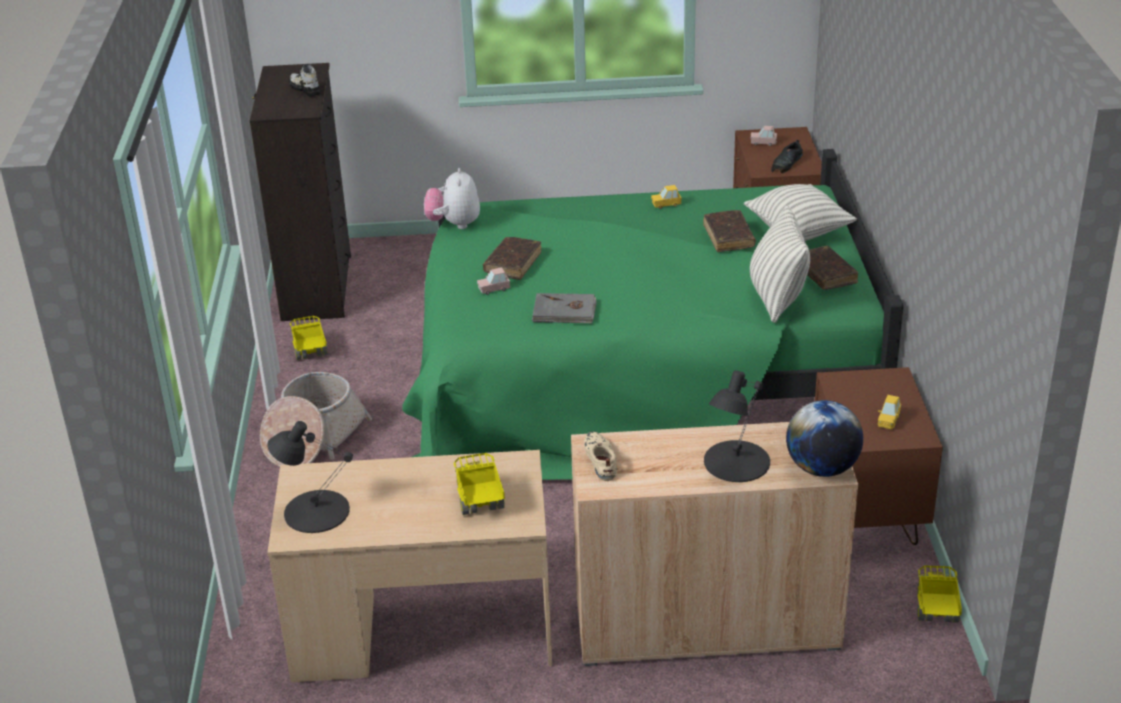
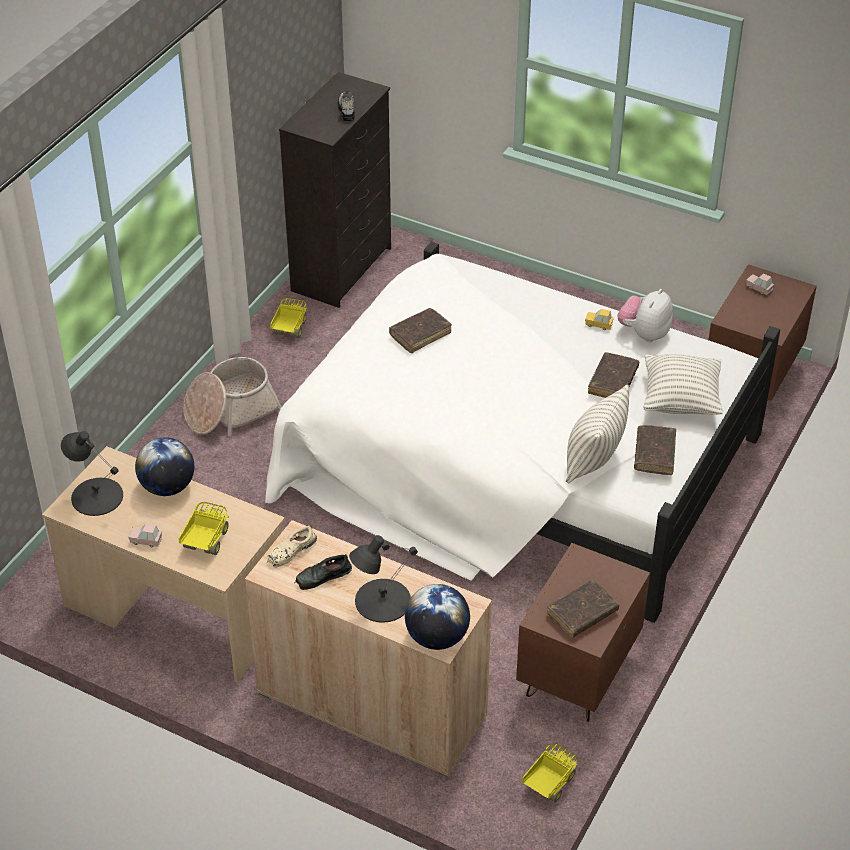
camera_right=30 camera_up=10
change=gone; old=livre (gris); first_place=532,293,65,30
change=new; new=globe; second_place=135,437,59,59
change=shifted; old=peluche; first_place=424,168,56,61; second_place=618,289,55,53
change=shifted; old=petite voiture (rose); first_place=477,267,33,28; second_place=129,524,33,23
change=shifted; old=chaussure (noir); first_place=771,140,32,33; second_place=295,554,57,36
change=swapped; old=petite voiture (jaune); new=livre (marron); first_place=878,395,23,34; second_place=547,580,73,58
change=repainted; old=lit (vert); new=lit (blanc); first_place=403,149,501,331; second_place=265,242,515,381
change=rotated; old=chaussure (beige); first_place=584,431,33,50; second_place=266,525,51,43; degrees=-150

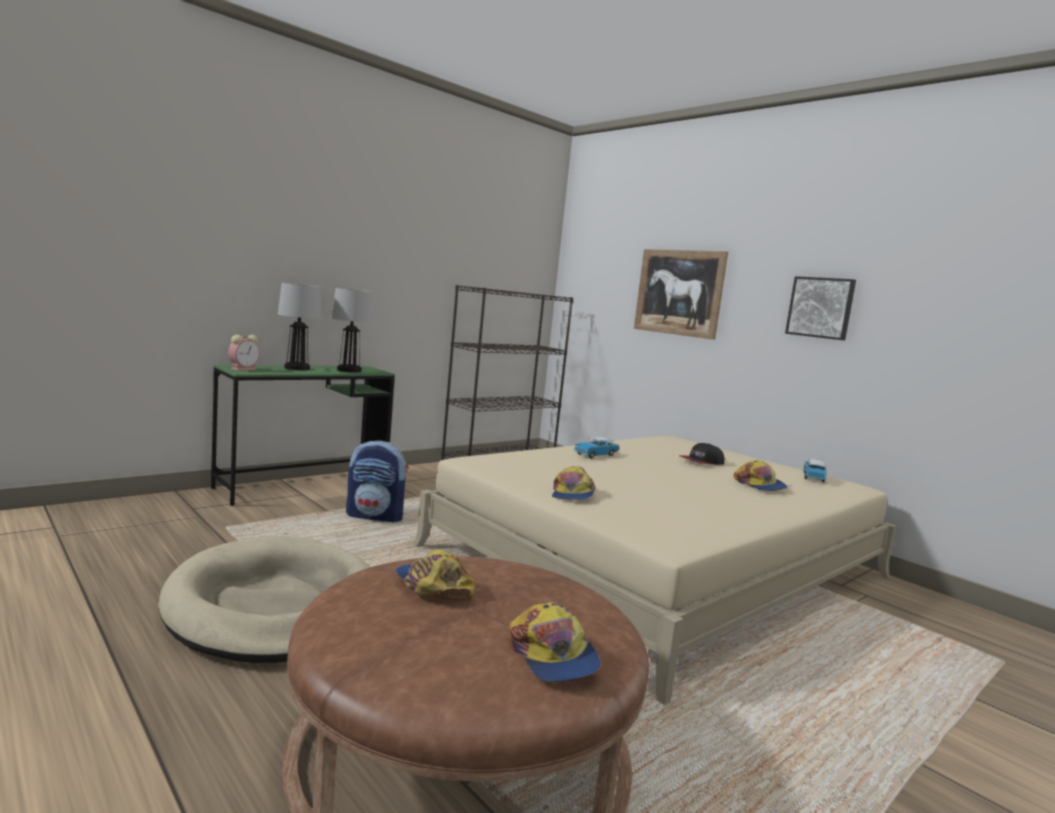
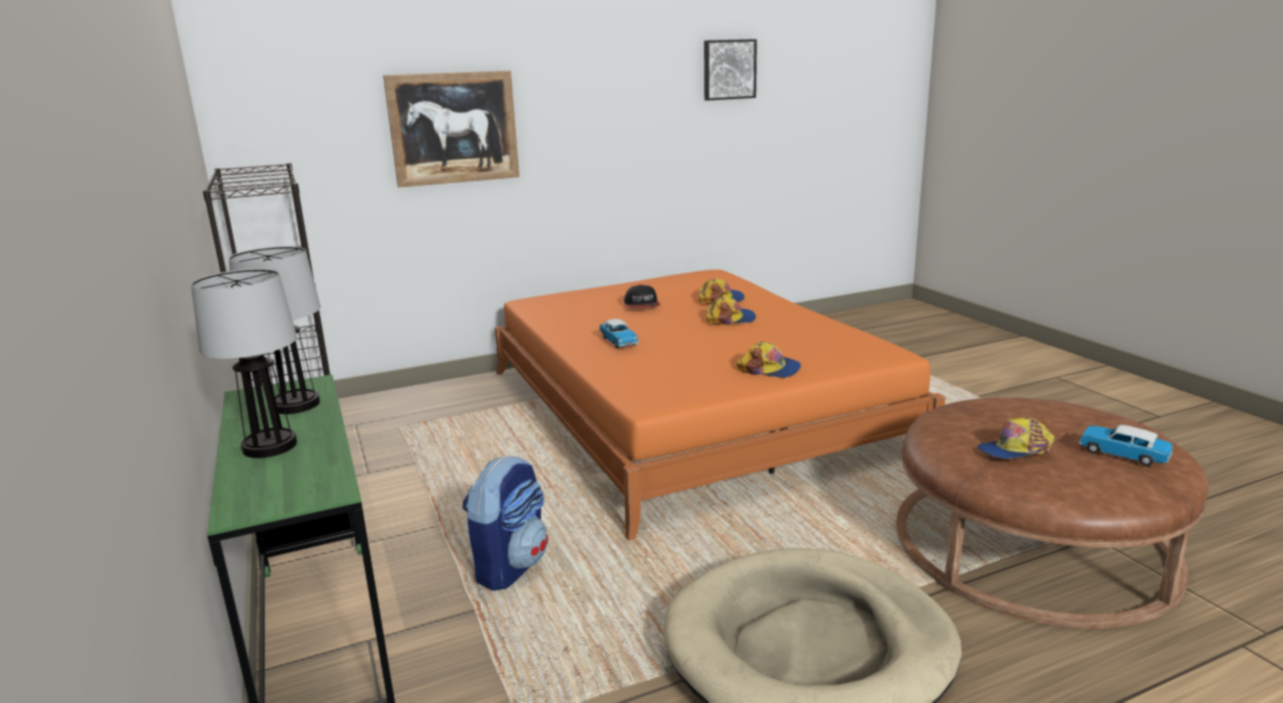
camera_right=-70 camera_up=10
change=gone; old=réveil; first_place=228,335,32,36
change=shifted; old=casquette; first_place=509,602,92,80; second_place=706,297,50,28
change=shifted; old=tableau; first_place=785,276,71,64; second_place=704,39,53,62
change=shifted; old=petite voiture; first_place=803,459,24,23; second_place=1079,424,94,42
change=repainted; old=lit (beige); new=lit (orange); first_place=413,436,483,269; second_place=495,270,451,271

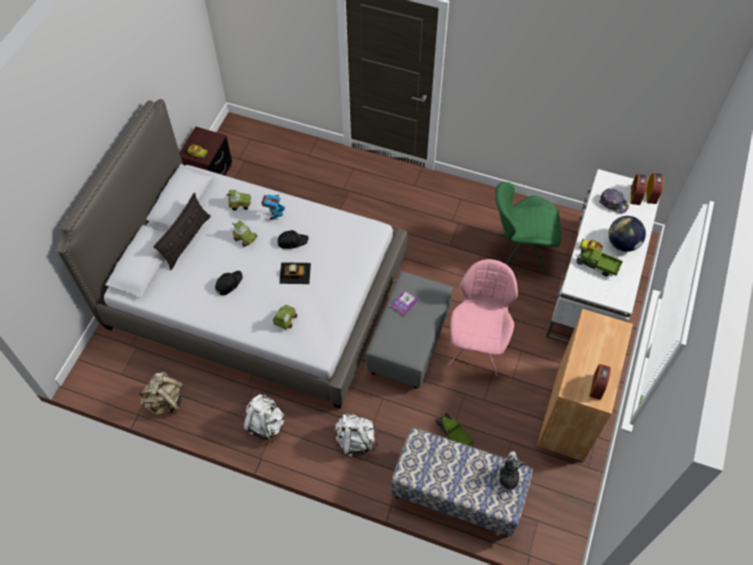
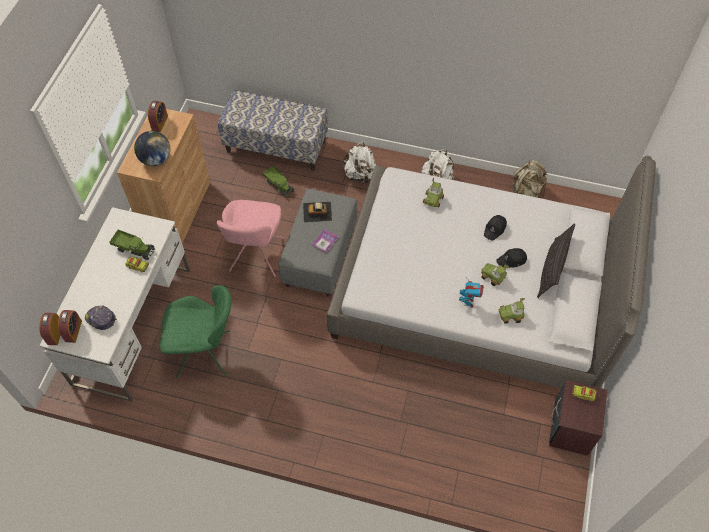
camera_right=175 camera_up=0
change=gone; old=peluche; first_place=496,451,29,42
change=shifted; old=casquette (noir); first_place=278,230,31,19; second_place=496,248,31,20
change=shifted; old=petite voiture; first_place=279,262,32,22; second_place=303,202,29,20
change=shifted; old=globe; first_place=609,216,37,36; second_place=134,131,36,35

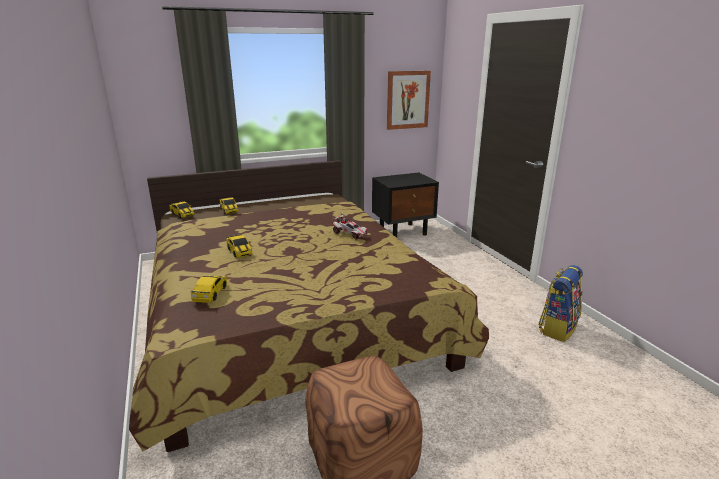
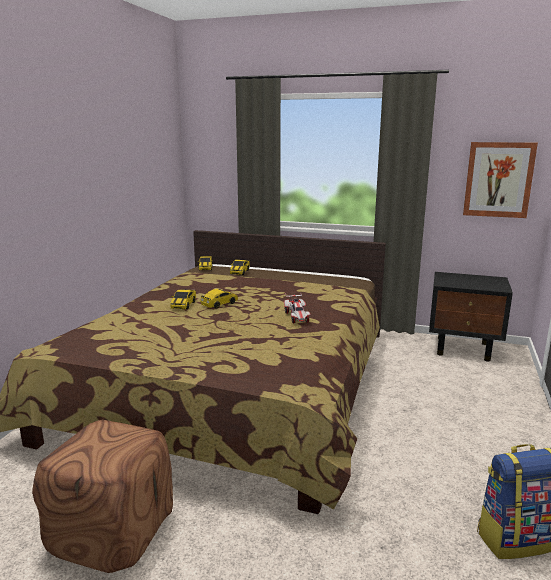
camera_right=40 camera_up=-5
change=shifted; old=petite voiture; first_place=191,276,36,27; second_place=200,289,38,19

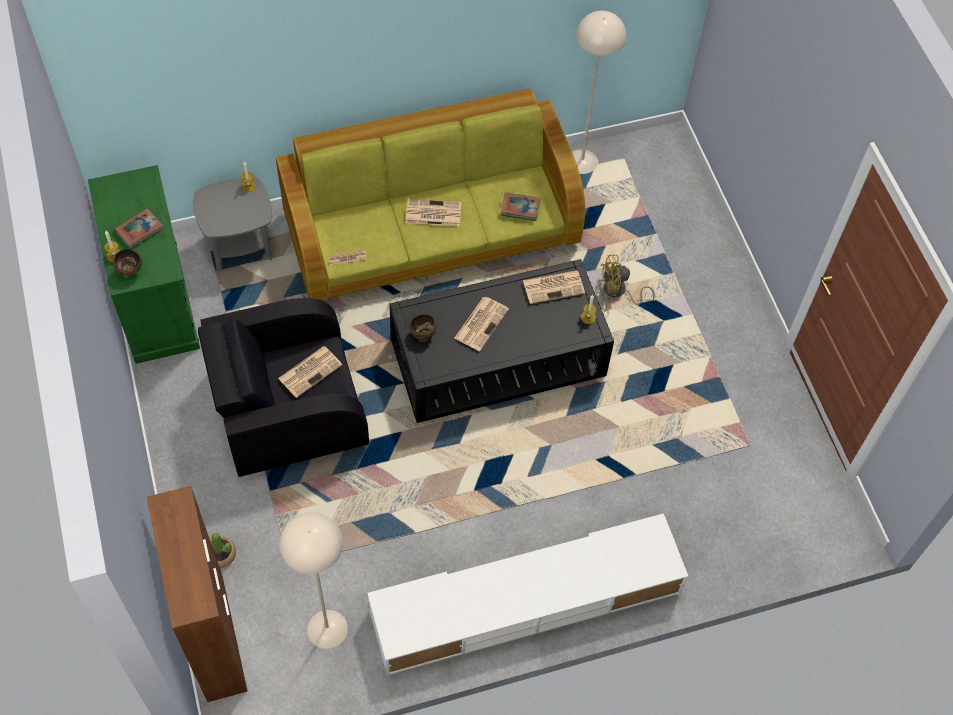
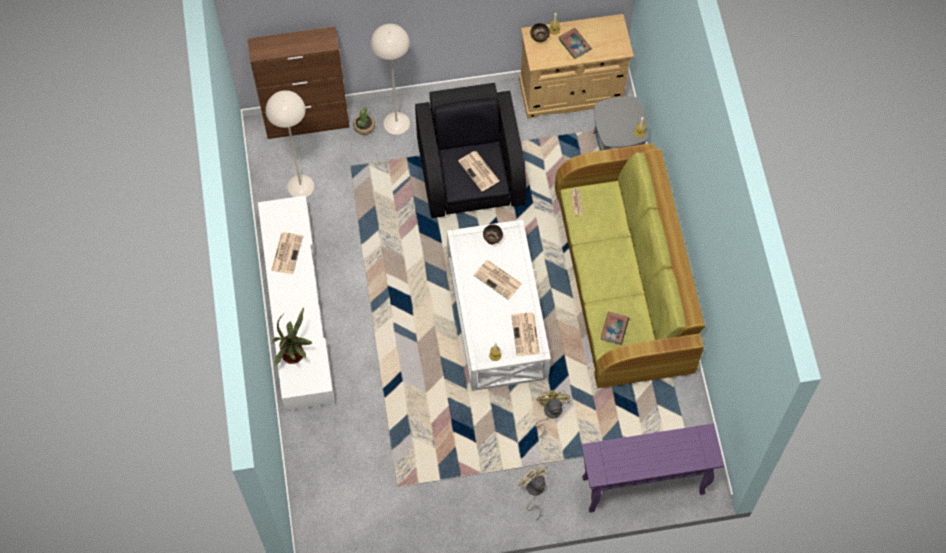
camera_right=100 camera_up=5
change=new; new=plante en pot; second_place=272,307,41,59
change=new; new=ventilateur (beige); second_place=518,465,30,55
change=new; new=table console (violet); second_place=581,423,143,90
change=shifted; old=journal; first_place=406,199,55,28; second_place=271,232,32,42
change=shifted; old=lampadaire (beige); first_place=572,11,55,163; second_place=371,24,39,111
change=repainted; old=meuble de rangement (vert); new=meuble de rangement (beige); first_place=88,165,112,199; second_place=519,14,115,105
change=repainted; old=table basse (noir); new=table basse (blanc); first_place=389,259,225,164; second_place=447,219,104,172

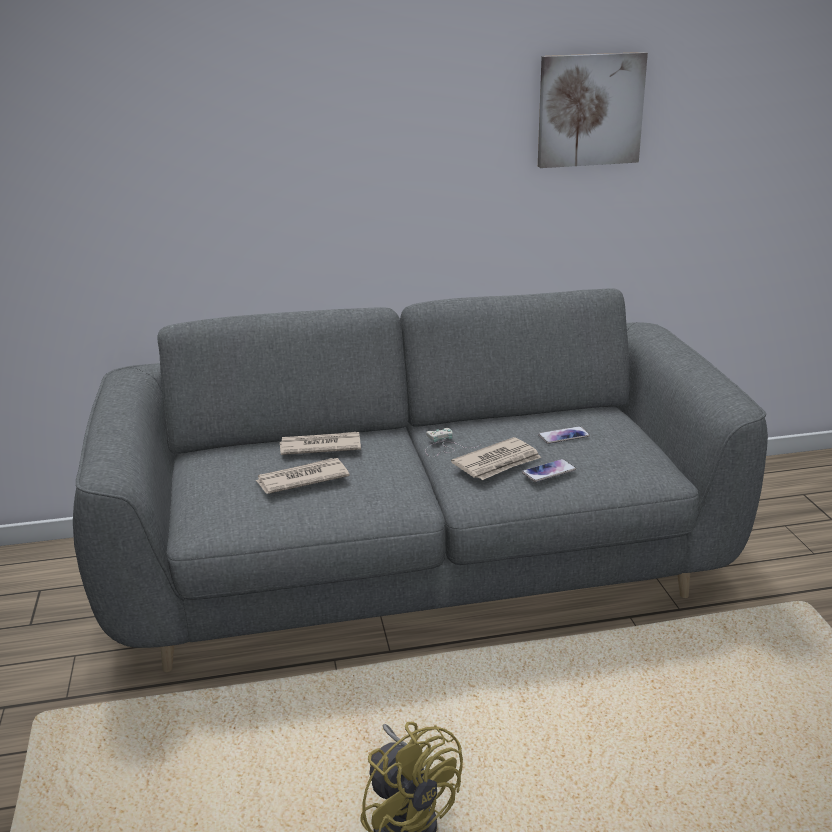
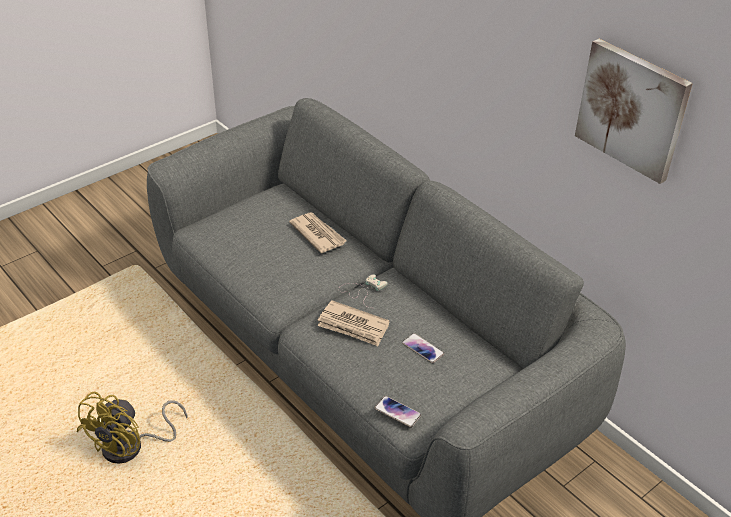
camera_right=60 camera_up=15
change=gone; old=journal; first_place=255,458,95,36
change=shifted; old=téléphone; first_place=522,459,54,23; second_place=374,396,47,32

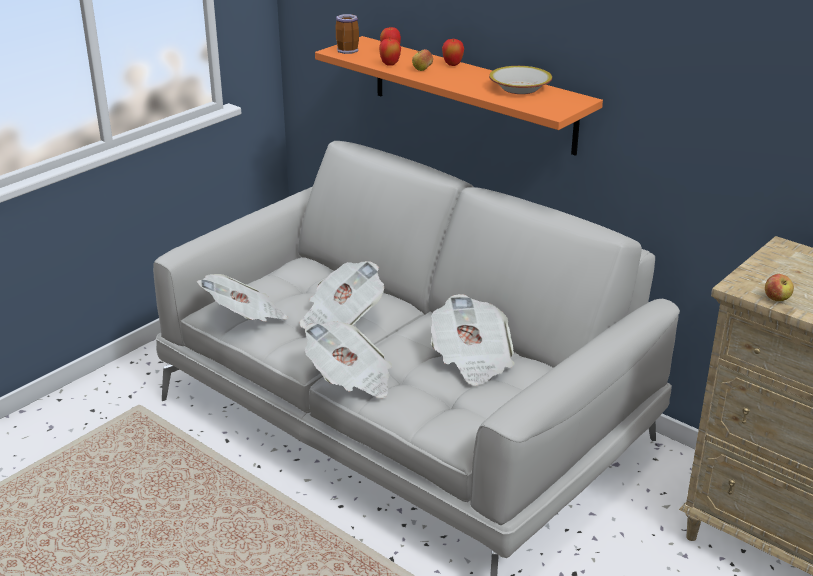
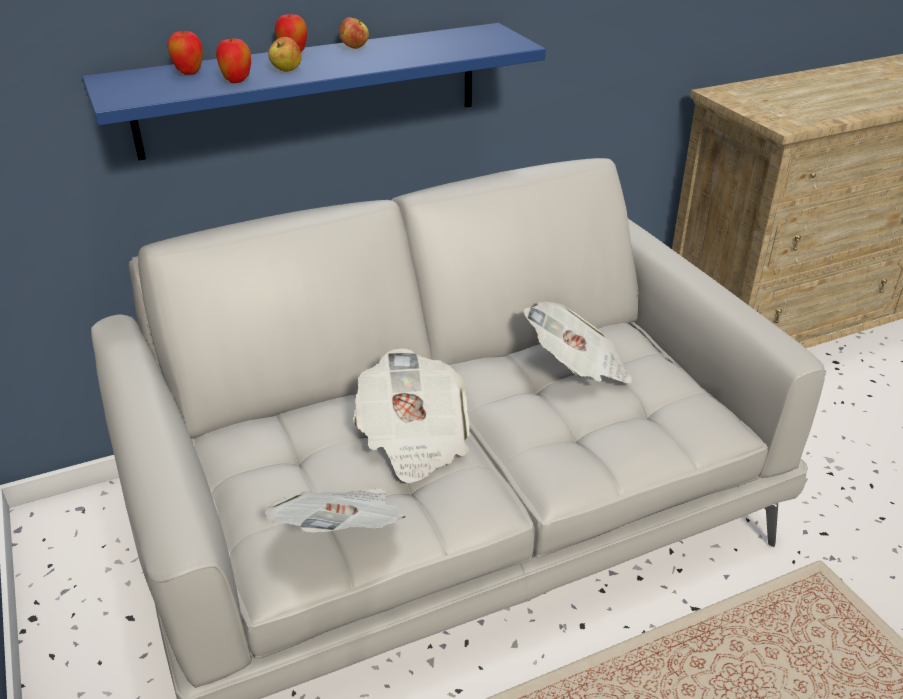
camera_right=-65 camera_up=5
change=gone; old=journal; first_place=305,321,87,77
change=gone; old=mug; first_place=336,14,23,40
change=gone; old=bol; first_place=489,66,63,28
change=shifted; old=pomme; first_place=765,274,29,27; second_place=339,18,30,31
change=repainted; old=étagère (orange); new=étagère (bleu); first_place=315,36,288,120; second_place=82,23,464,138

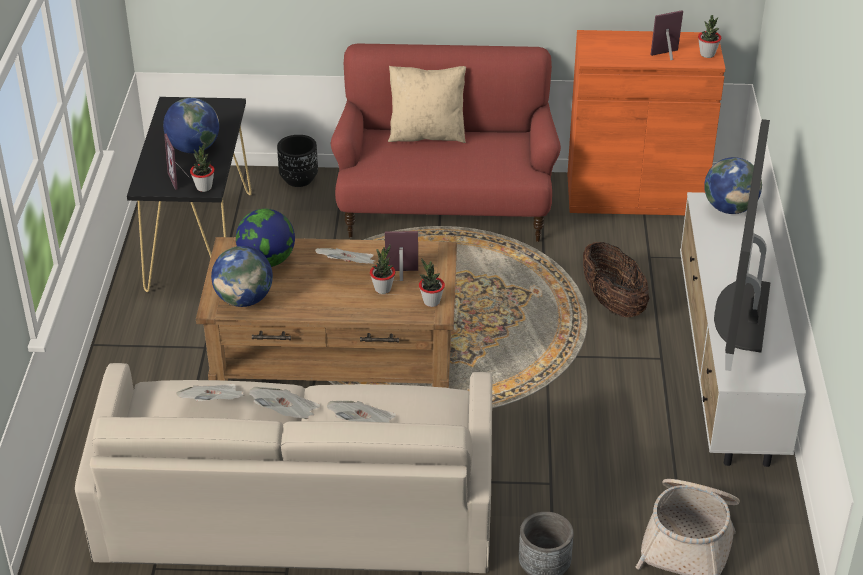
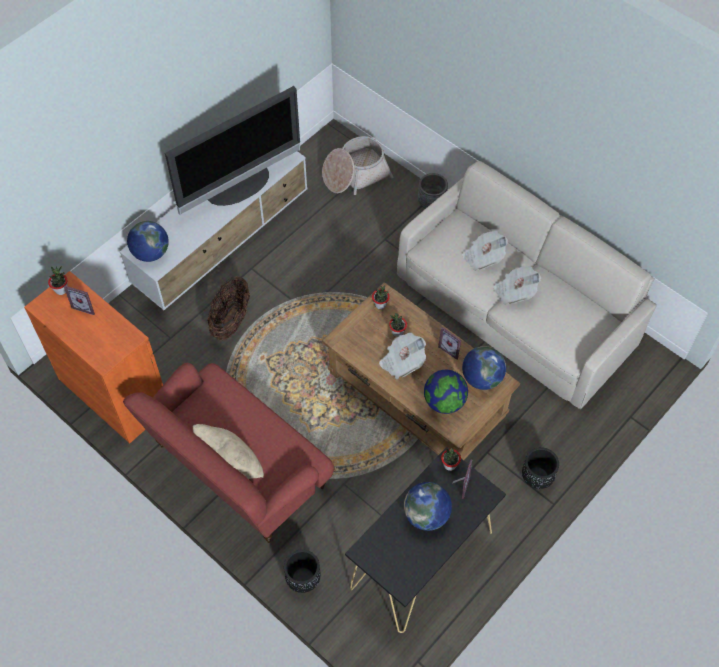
camera_right=-140 camera_up=20
change=gone; old=journal; first_place=177,383,68,18
change=new; new=cache-pot (noir); second_place=522,447,37,42
change=shifted; old=cadre photo; first_place=385,231,33,50; second_place=438,327,23,33

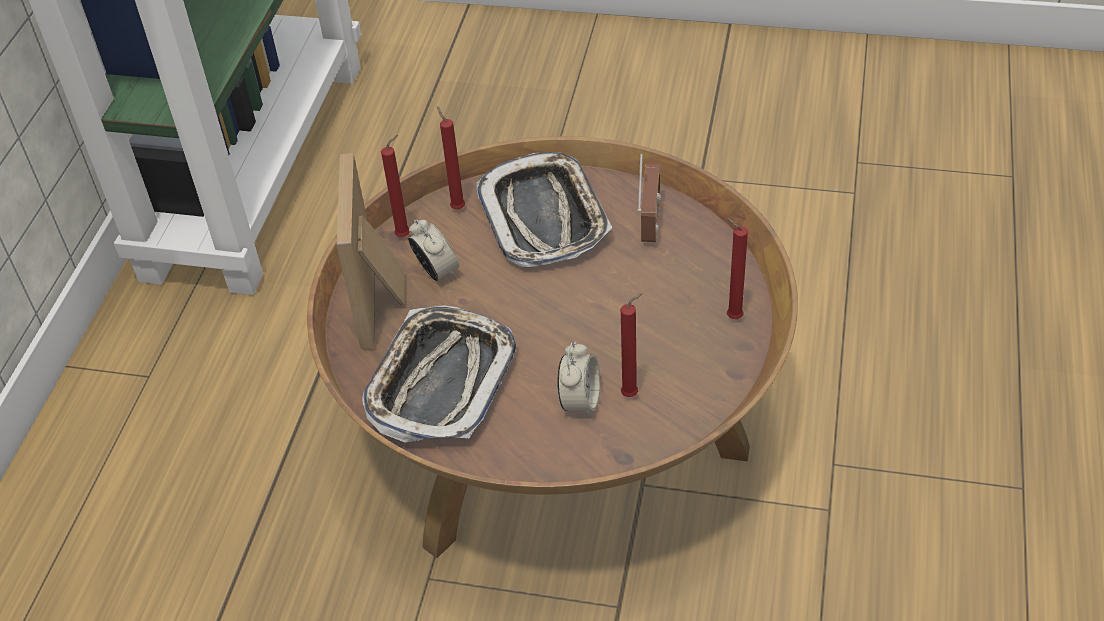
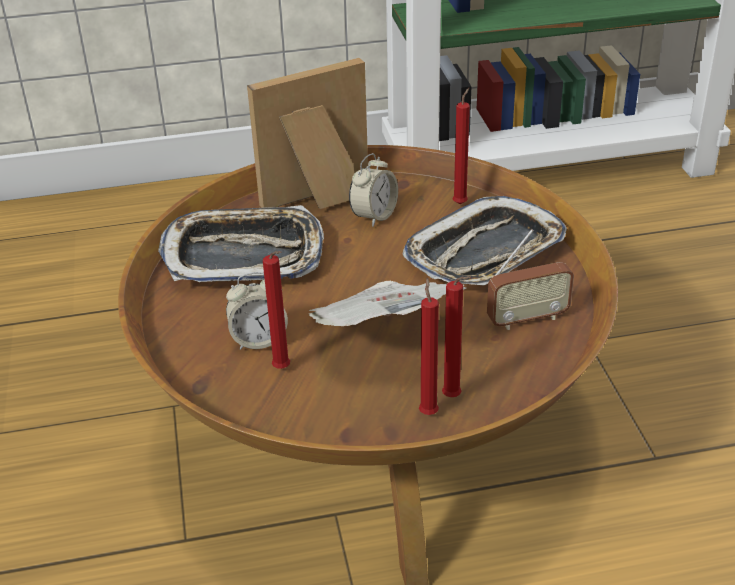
camera_right=65 camera_up=-10
change=new; new=journal; second_place=309,281,157,45
change=shifted; old=bougie (rouge); first_place=381,135,29,102; second_place=442,276,29,121

